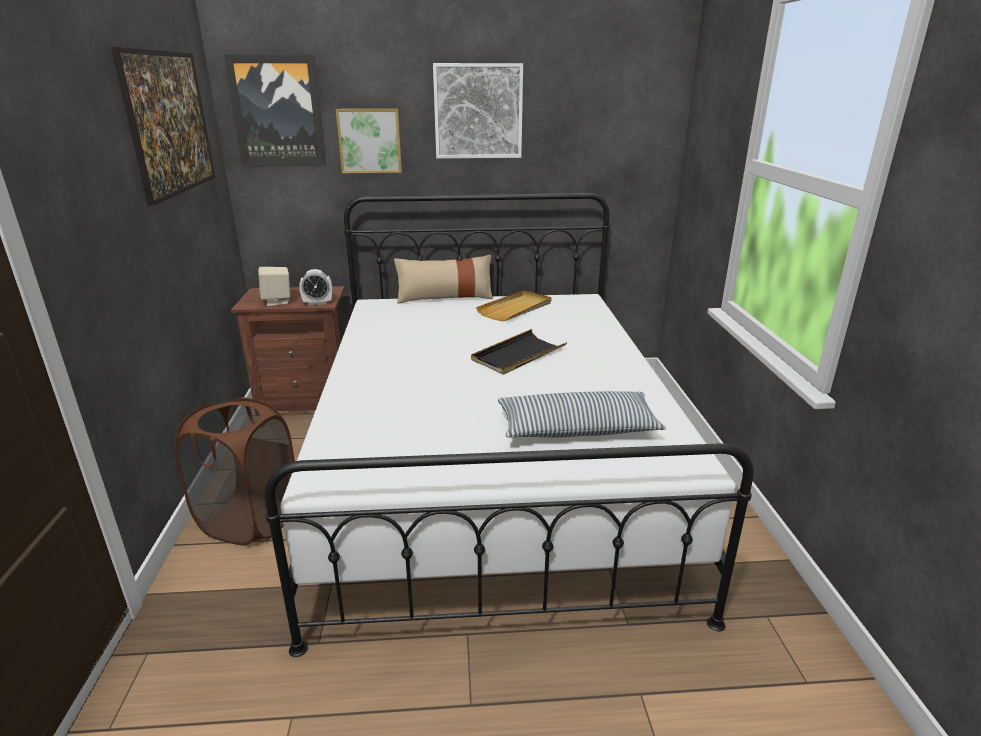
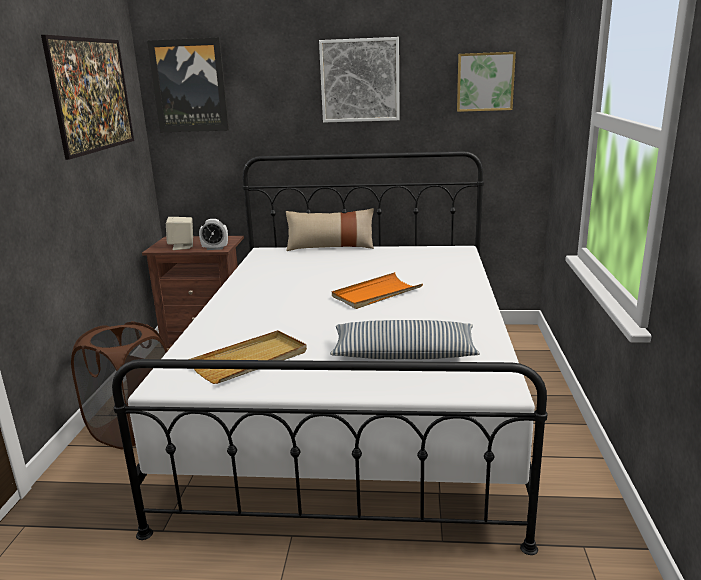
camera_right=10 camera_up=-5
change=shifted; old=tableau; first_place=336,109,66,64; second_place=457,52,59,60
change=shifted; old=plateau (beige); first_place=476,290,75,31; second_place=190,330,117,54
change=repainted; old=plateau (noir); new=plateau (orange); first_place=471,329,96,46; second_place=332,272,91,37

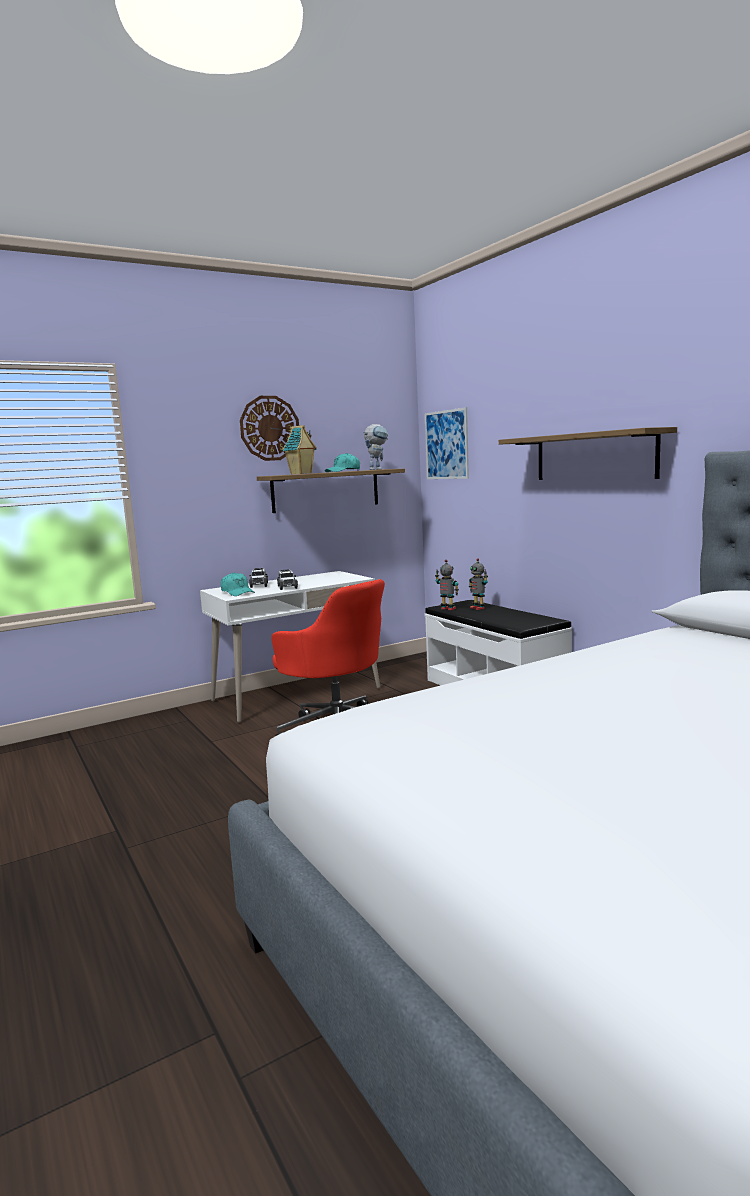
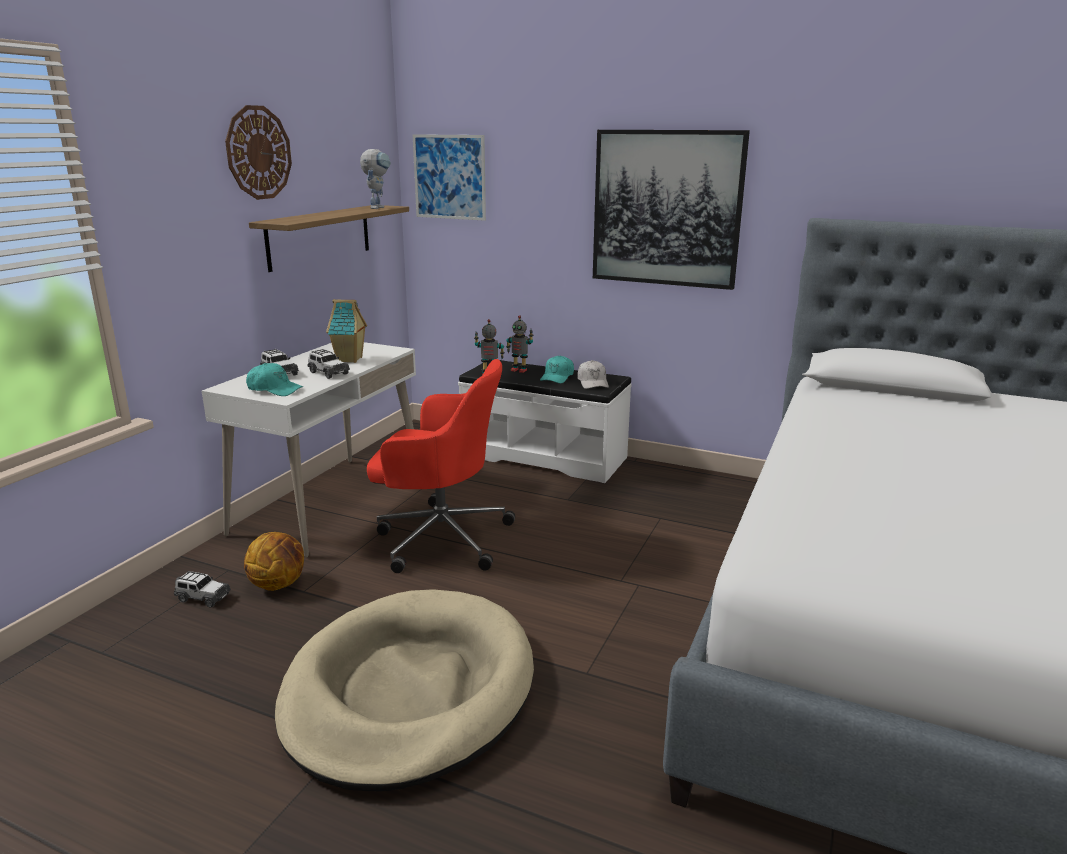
camera_right=-35 camera_up=10
change=new; new=petite voiture; second_place=174,571,57,37
change=new; new=ballon de basket; second_place=244,532,60,59
change=new; new=panier pour chien (beige); second_place=274,589,260,203
change=new; new=casquette (blanc); second_place=577,360,32,29
change=shifted; old=maison miniature; first_place=282,425,35,49; second_place=326,299,41,64
change=shifted; old=casquette (turquoise); first_place=325,453,35,19; second_place=540,355,34,29
change=swapped; old=étagère; new=tableau; first_place=499,427,178,53; second_place=593,130,157,160

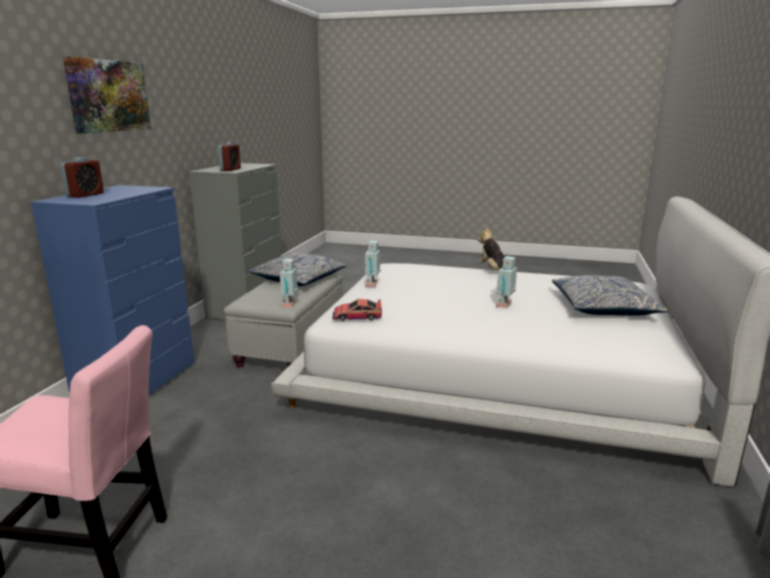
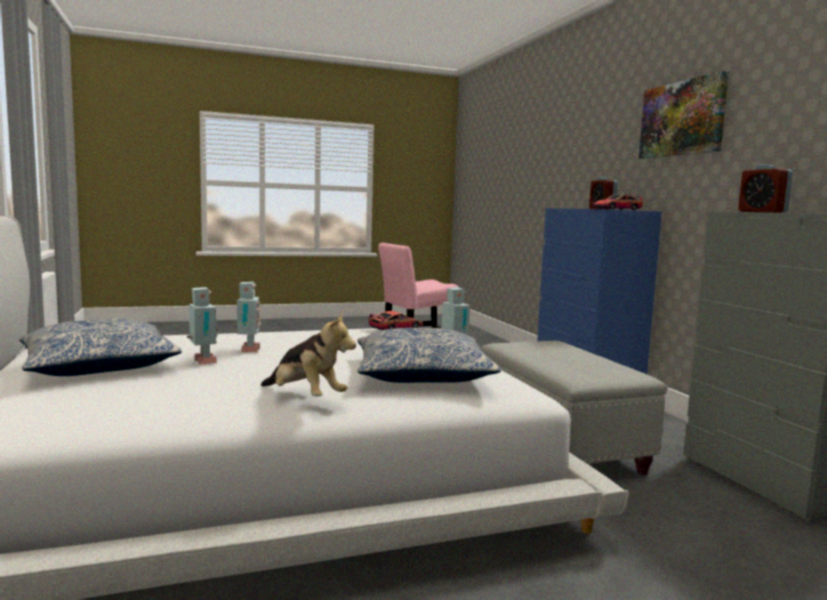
camera_right=145 camera_up=-10
change=new; new=petite voiture; second_place=592,195,51,15
change=shifted; old=coussin; first_place=248,252,99,34; second_place=358,328,143,55
change=shifted; old=robot jouet; first_place=280,259,18,48; second_place=187,287,31,77

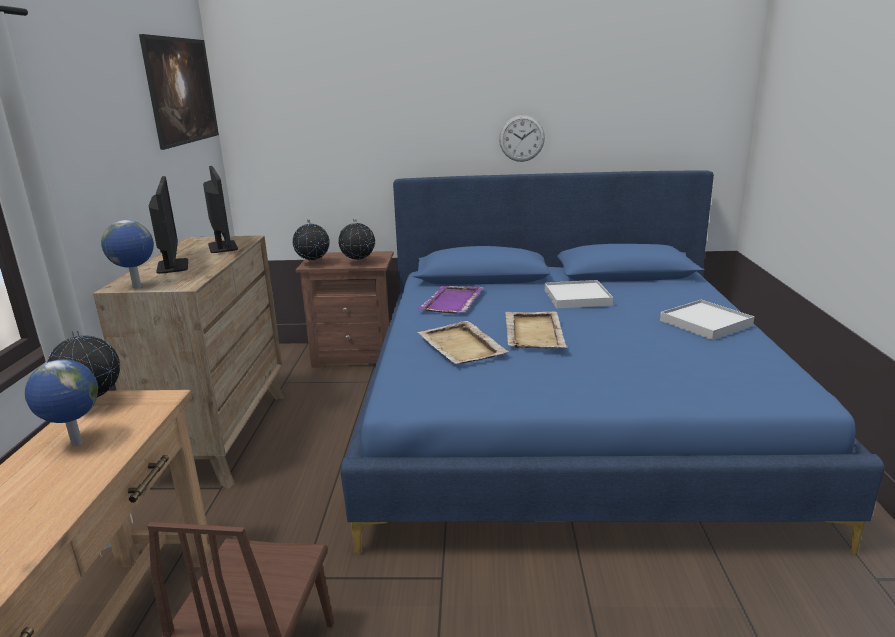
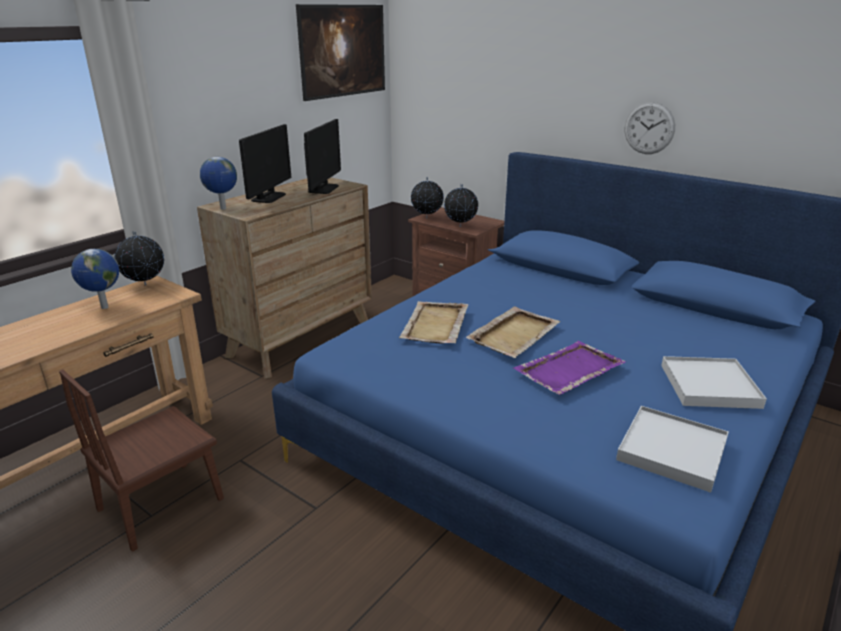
camera_right=35 camera_up=5
change=shifted; old=plateau (violet); first_place=418,286,66,28; second_place=513,341,113,54
change=shifted; old=plateau (blanc); first_place=545,280,68,29; second_place=616,406,113,87

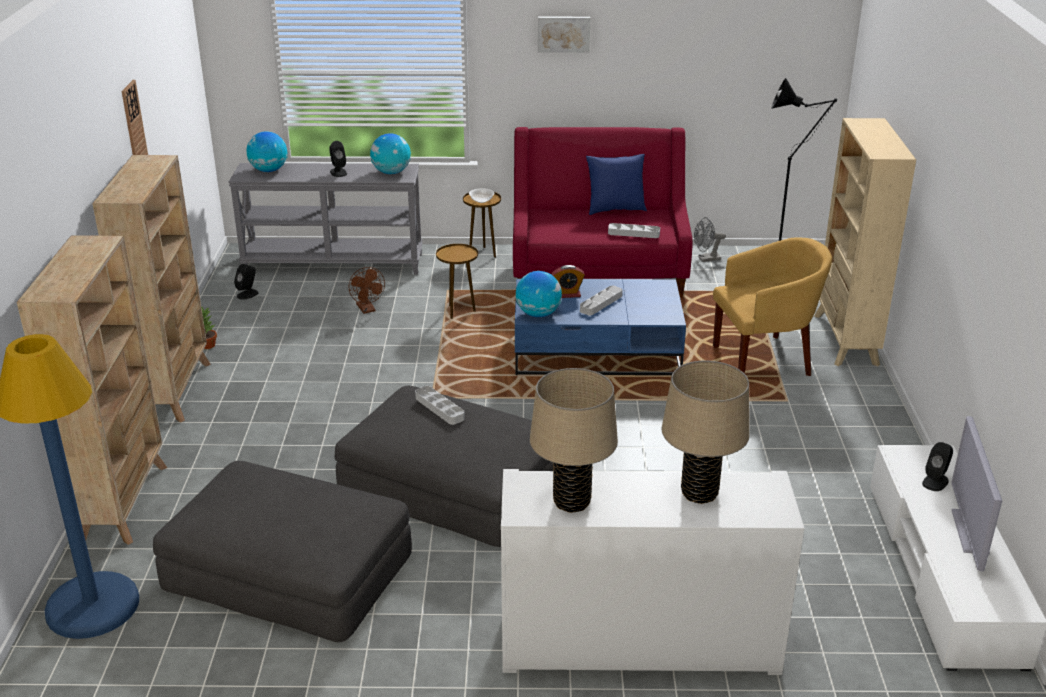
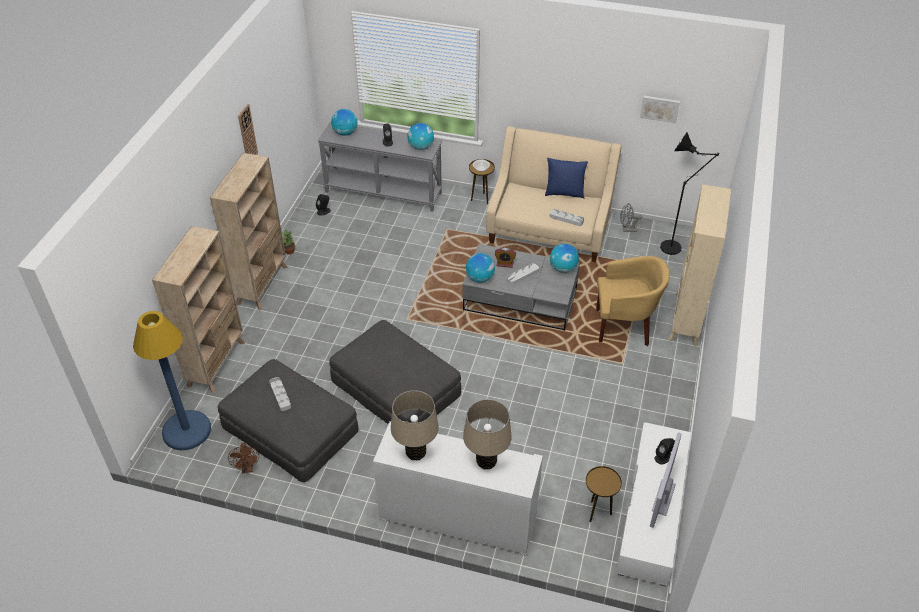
camera_right=15 camera_up=15
change=new; new=globe; second_place=550,244,29,29
change=shifted; old=ventilateur (marron); first_place=349,267,36,47; second_place=228,443,31,31
change=shifted; old=plateau (gris); first_place=415,386,50,39; second_place=269,377,22,34
change=shifted; old=table d'appoint (marron); first_place=436,244,42,75; second_place=586,466,36,56
change=shifted; old=tableau; first_place=538,17,52,36; second_place=640,96,40,27
change=repainted; old=canapé (rouge); new=canapé (beige); first_place=513,127,180,170; second_place=486,126,136,136
change=repainted; old=table basse (bleu); new=table basse (gris); first_place=515,279,171,96; second_place=462,244,118,87

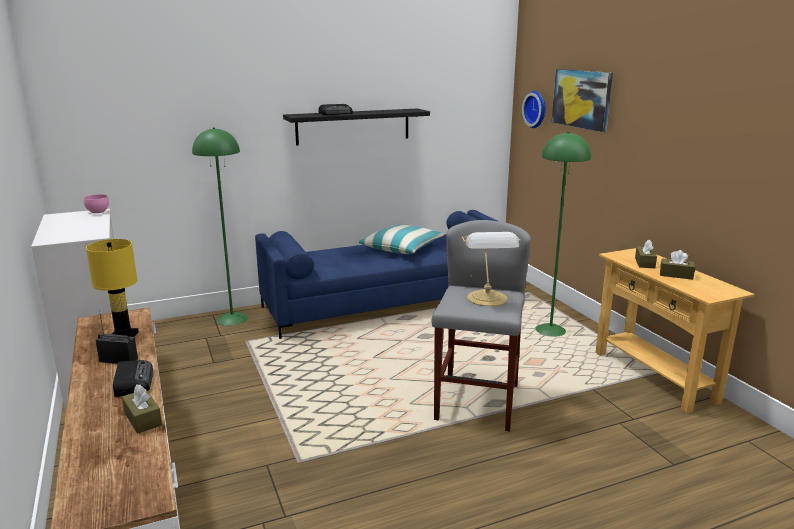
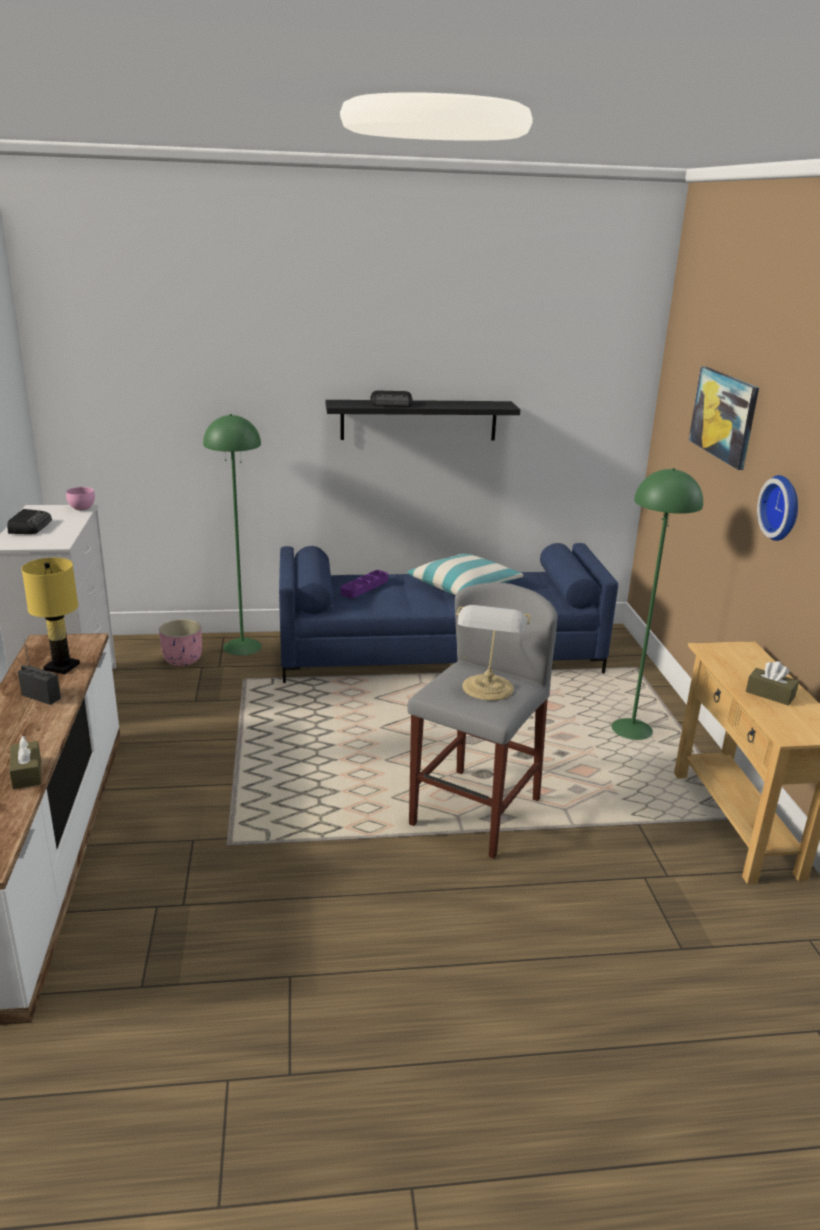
camera_right=15 camera_up=5
change=gone; old=boîte à mouchoirs (marron); first_place=635,240,22,28
change=new; new=cache-pot (rose); second_place=159,619,43,47
change=new; new=plateau (violet); second_place=341,570,47,28
change=shifted; old=radio; first_place=113,360,40,37; second_place=7,509,45,25
change=shifted; old=horloge murale; first_place=522,91,24,37; second_place=757,475,41,66

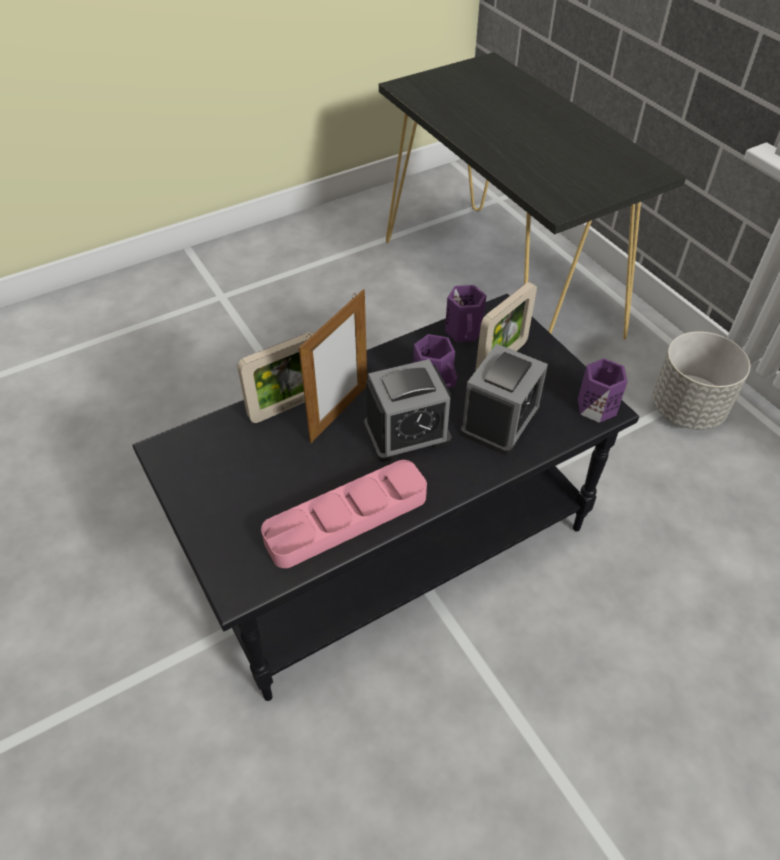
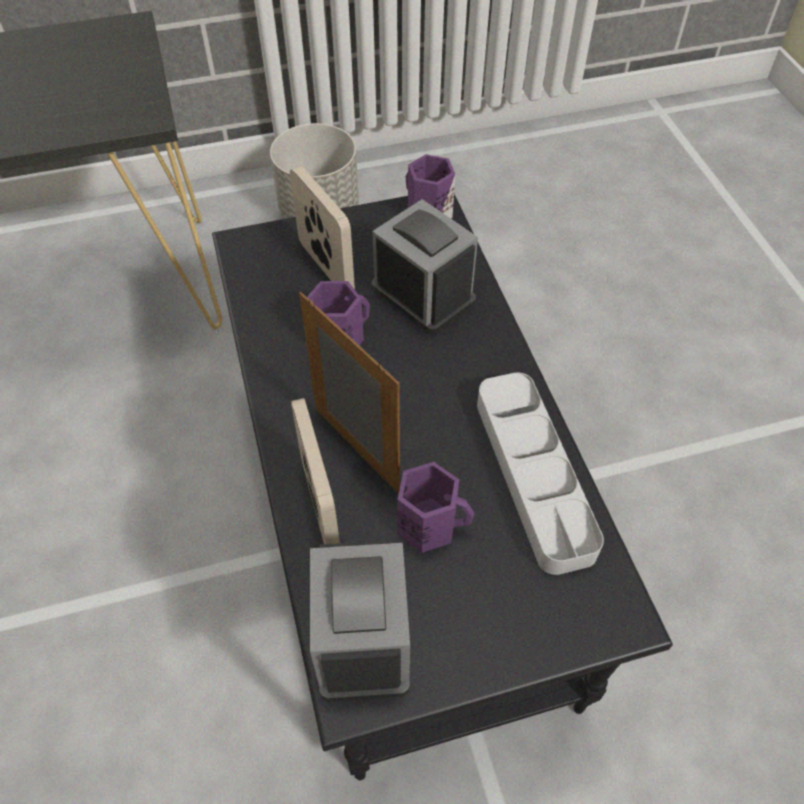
camera_right=-75 camera_up=5
change=shifted; old=réveil; first_place=364,359,88,103; second_place=310,540,100,161
change=shifted; old=mug (violet); first_place=445,285,42,57; second_place=397,462,78,91
change=repainted; old=plateau (rose); new=plateau (gris); first_place=261,460,166,108; second_place=477,372,127,203

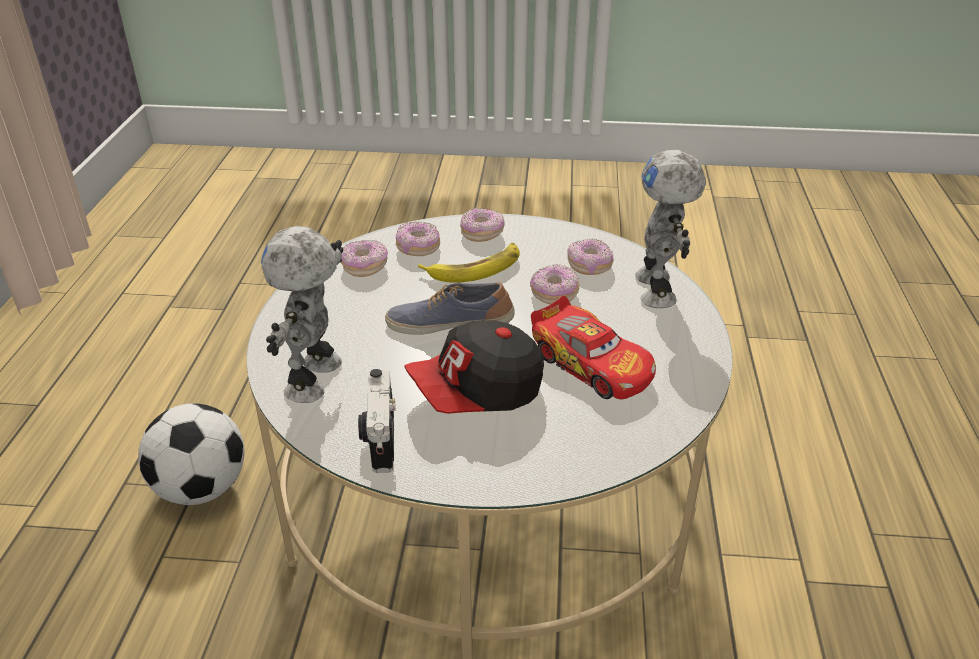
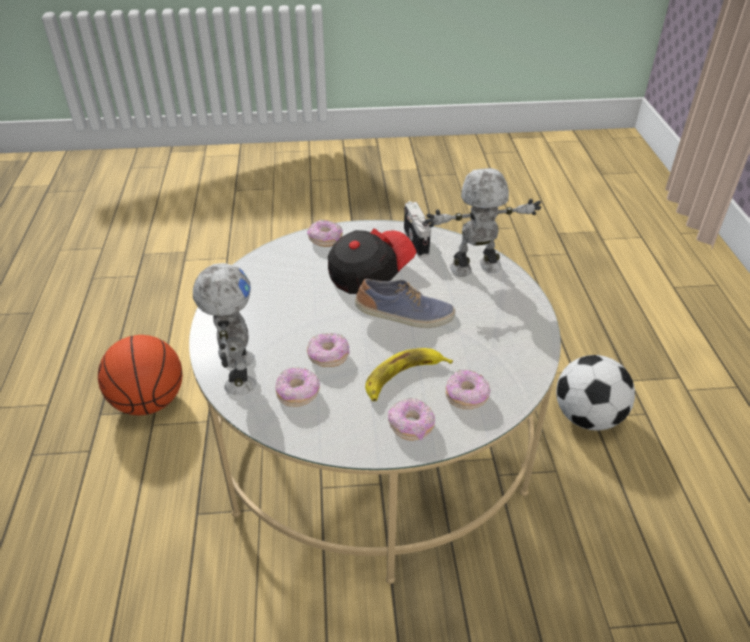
camera_right=170 camera_up=5
change=gone; old=petite voiture; first_place=531,296,125,103
change=new; new=ballon de basket; second_place=98,335,85,80
change=shifted; old=beignet; first_place=341,240,47,37; second_place=307,220,36,27
change=rotated; old=robot jouet; first_place=261,226,82,177; second_place=425,168,116,109; degrees=-105

